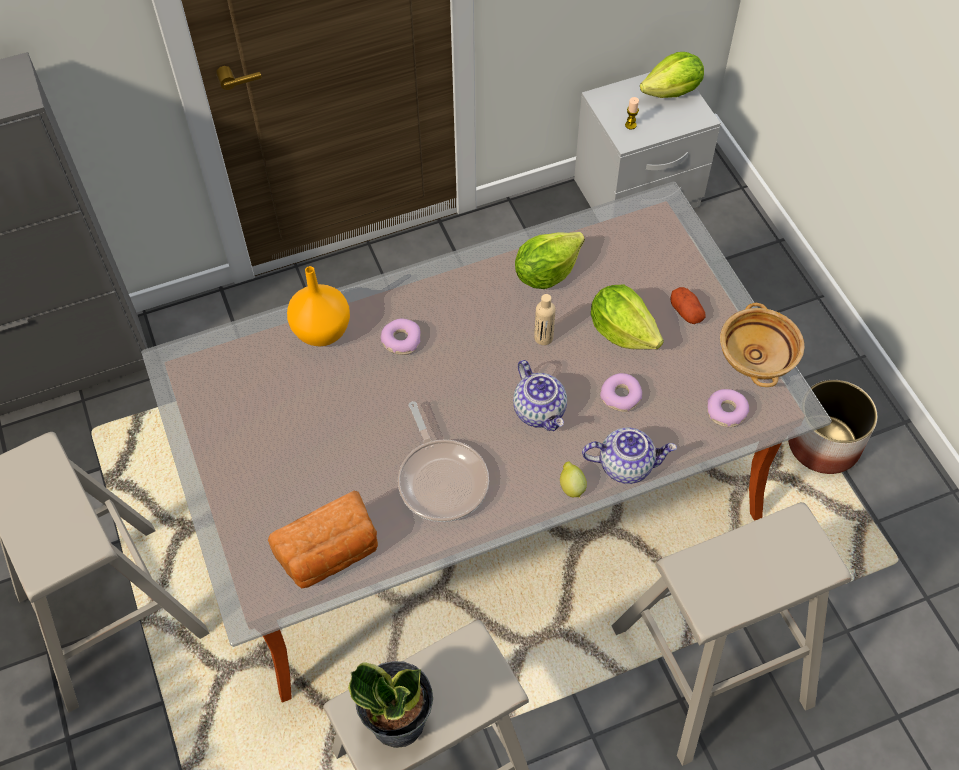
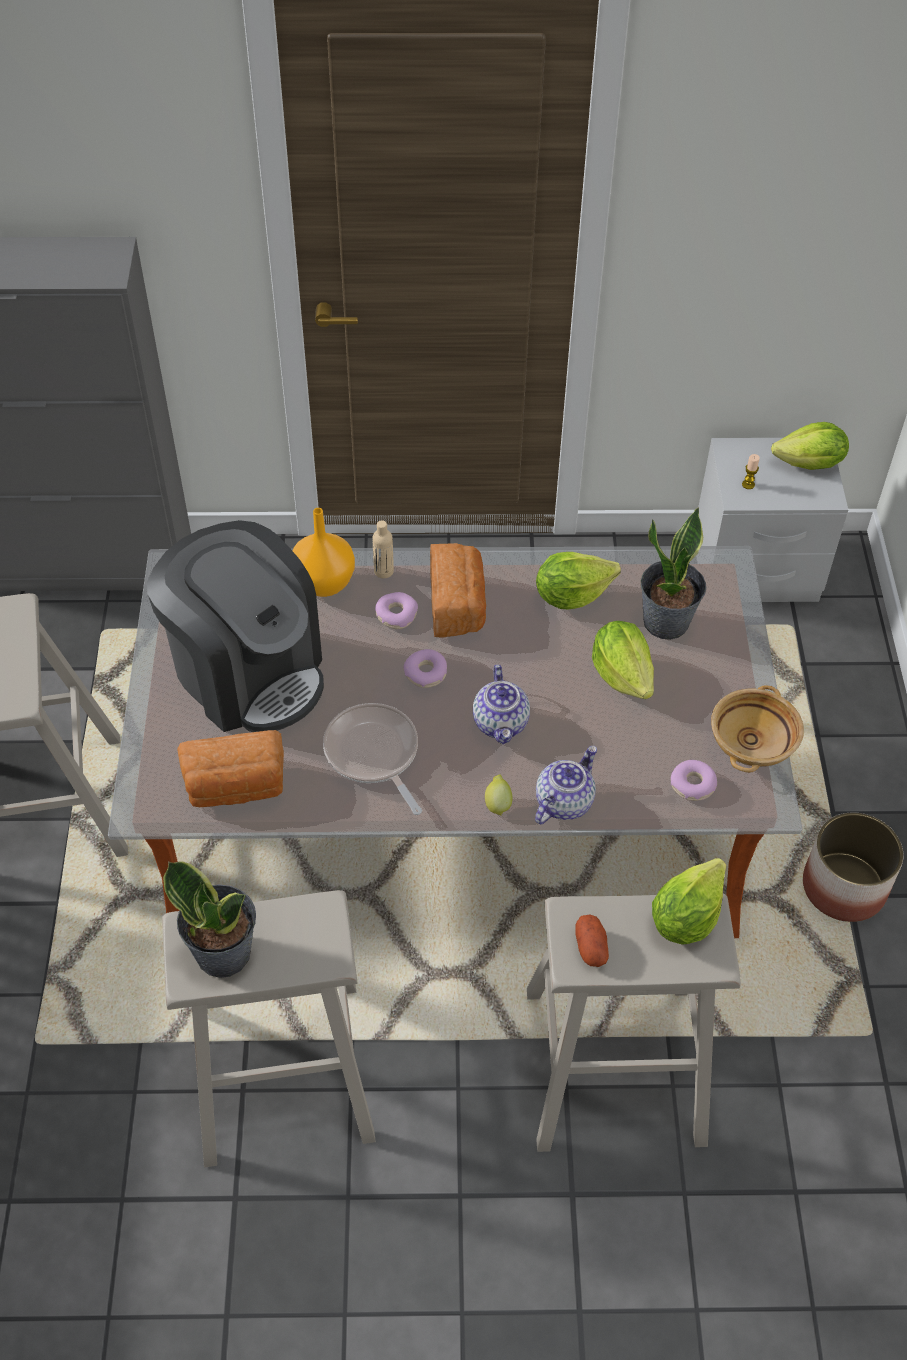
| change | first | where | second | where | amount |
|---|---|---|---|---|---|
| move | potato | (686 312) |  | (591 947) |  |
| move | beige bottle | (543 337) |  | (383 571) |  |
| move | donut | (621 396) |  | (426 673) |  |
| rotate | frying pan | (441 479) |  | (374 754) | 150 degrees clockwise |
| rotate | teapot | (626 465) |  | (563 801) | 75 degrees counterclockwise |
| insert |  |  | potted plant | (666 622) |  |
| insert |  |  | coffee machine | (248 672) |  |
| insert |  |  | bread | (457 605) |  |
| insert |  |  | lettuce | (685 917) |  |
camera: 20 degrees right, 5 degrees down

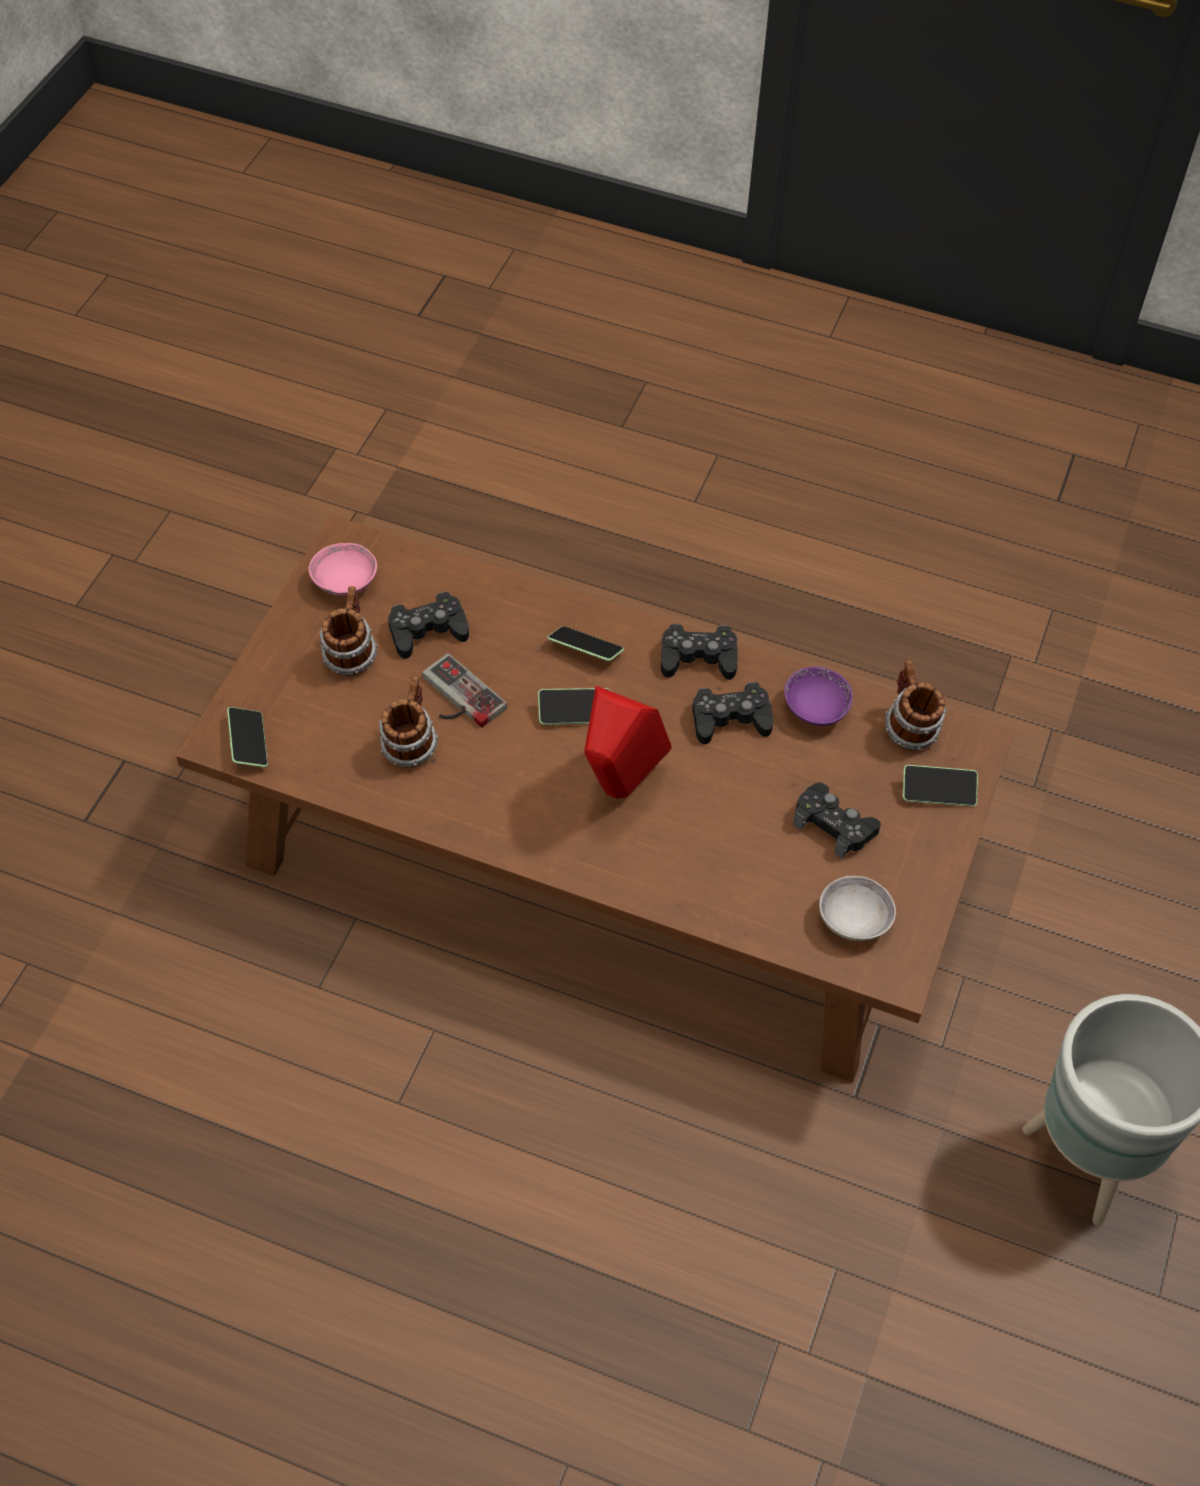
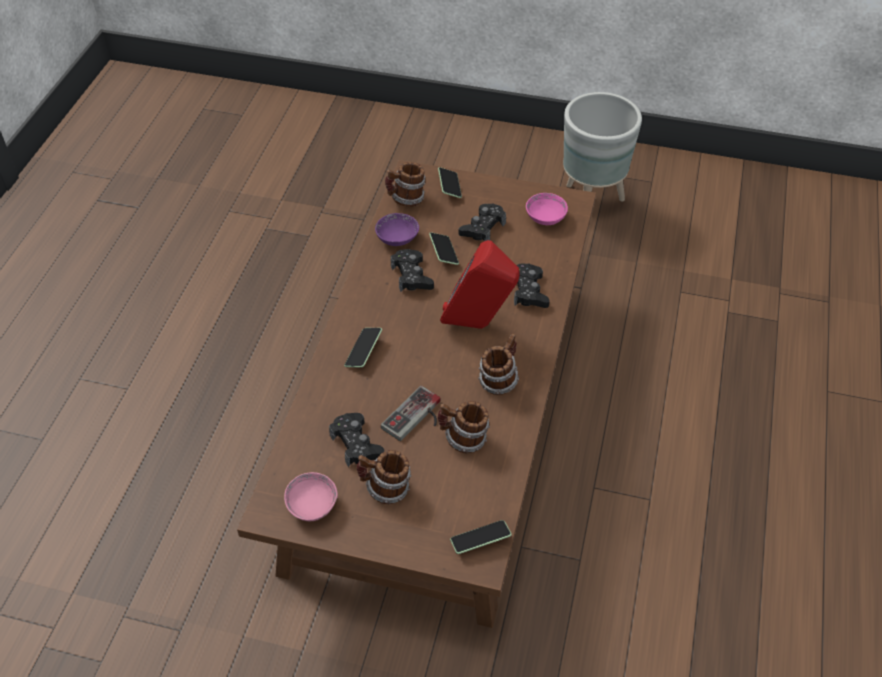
| change | first | where | second | where | amount |
|---|---|---|---|---|---|
| move | black game controller | (698 658) |  | (528 291) |  |
| move | phone | (575 713) |  | (443 253) |  |
| recolor | grey bowl | (854 921) | pink bowl | (545 218) |  |
| insert |  |  | mug | (499 380) |  |
camera: 95 degrees left, 5 degrees down

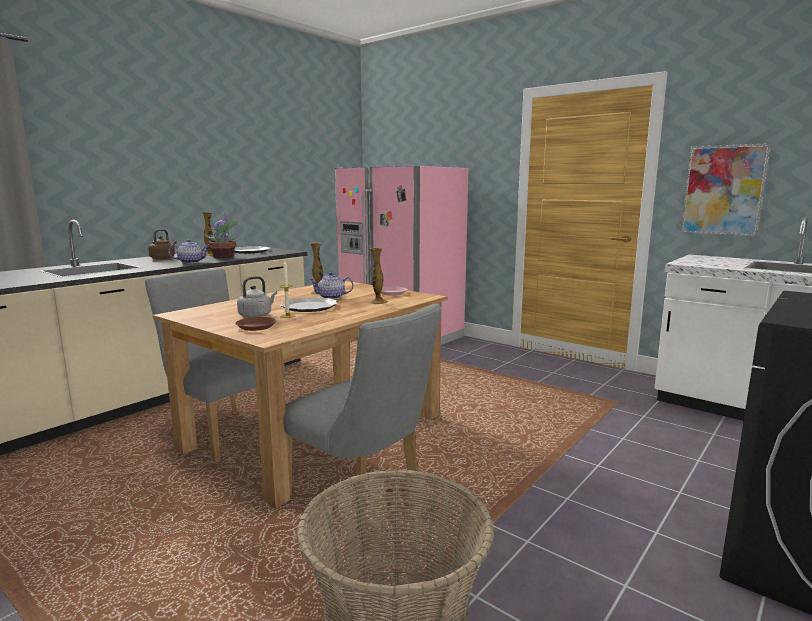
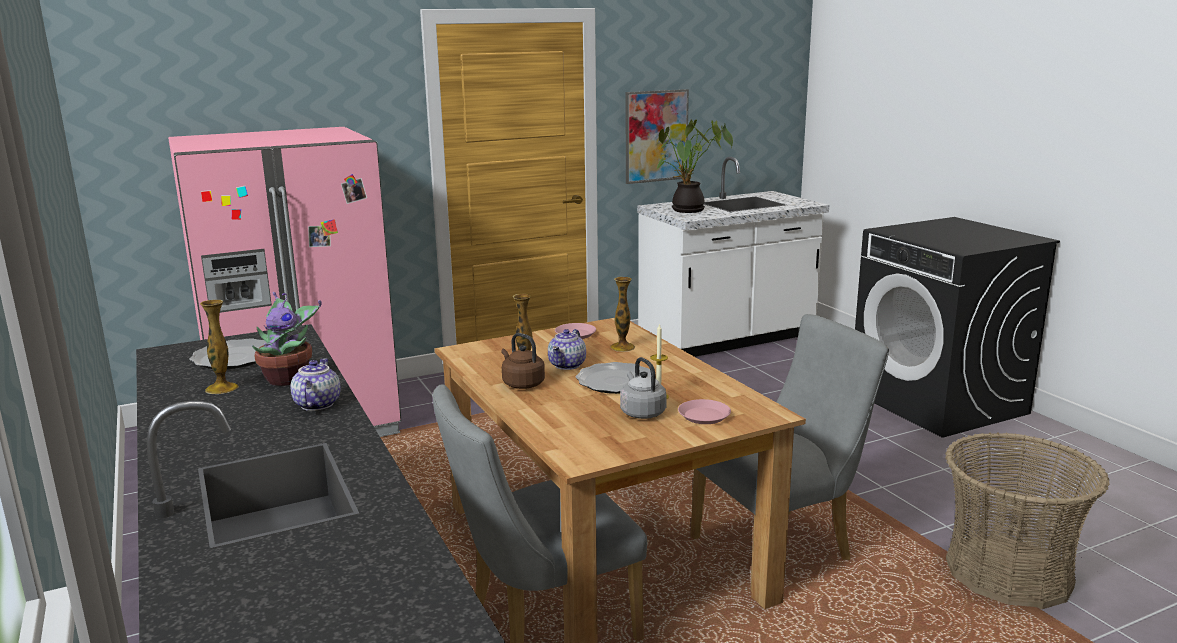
| change | first | where | second | where | amount |
|---|---|---|---|---|---|
| move | brown kettle | (163 258) |  | (521 383) |  |
| recolor | brown plate | (256 326) | pink plate | (704 416) |  |
| insert |  |  | potted plant | (688 211) |  |
camera: 65 degrees left, 5 degrees up

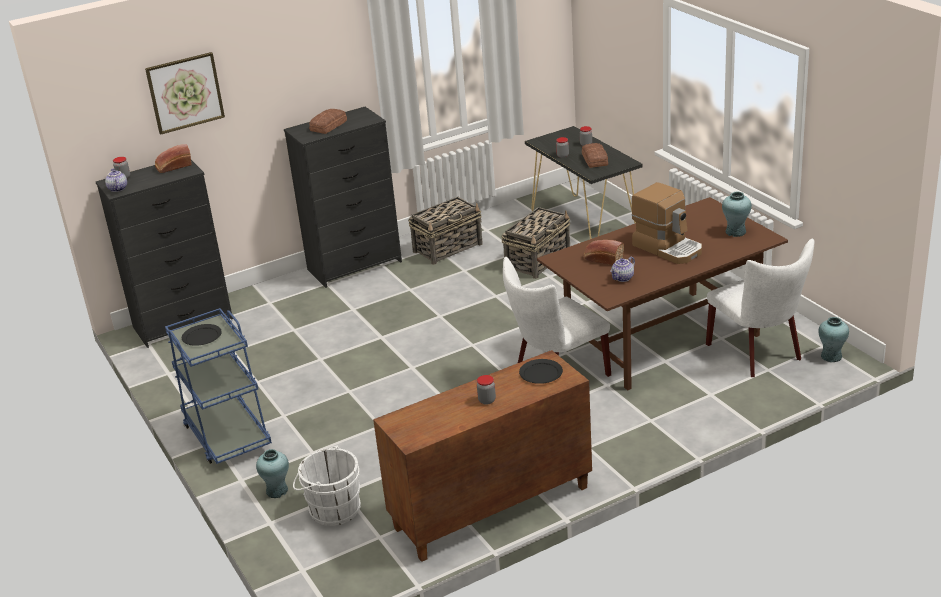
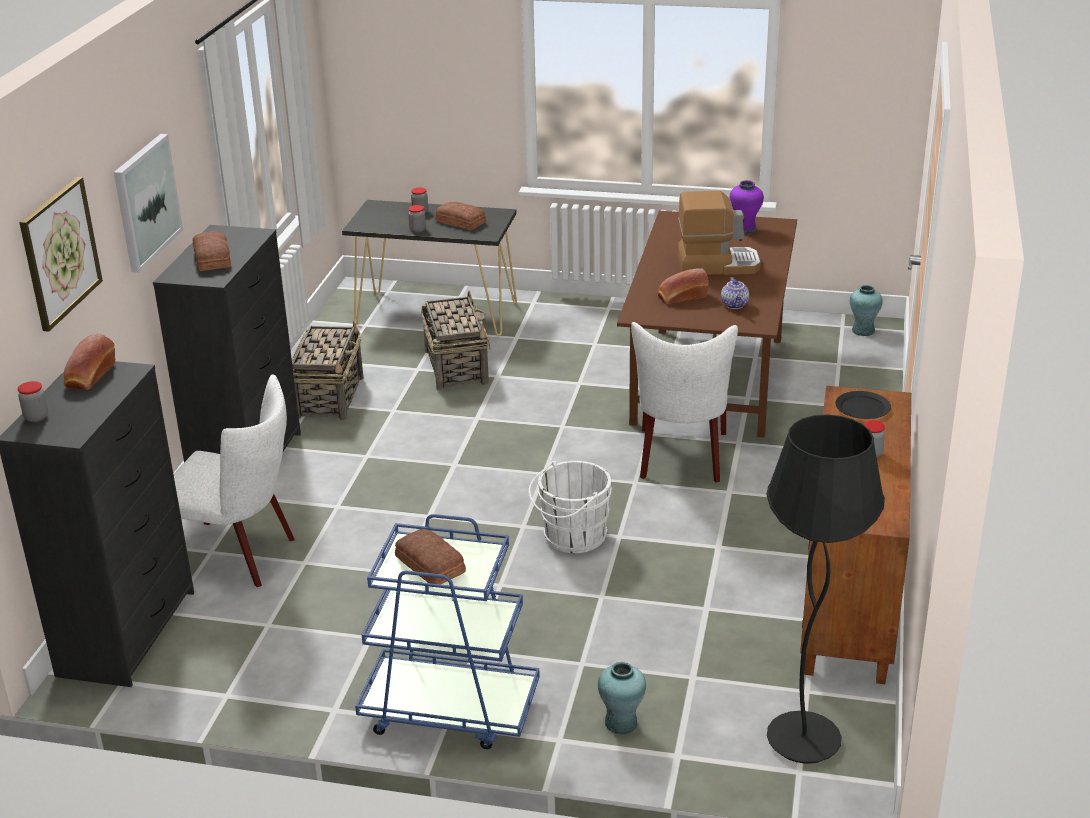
| change | first | where | second | where | amount |
|---|---|---|---|---|---|
| delete | teapot | (117 189) |  |  |  |
| recolor | turquoise vase | (736 232) | purple vase | (744 229) |  |
| move | white chair | (758 354) |  | (239 555) |  |
| replace | black plate | (201 337) | bread | (429 566) |  |
| move | white bucket | (331 509) |  | (571 537) |  |
| insert |  |  | picture | (146 202) |  |
| insert |  |  | black floor lamp | (804 741) |  |
camera: 50 degrees left, 0 degrees up

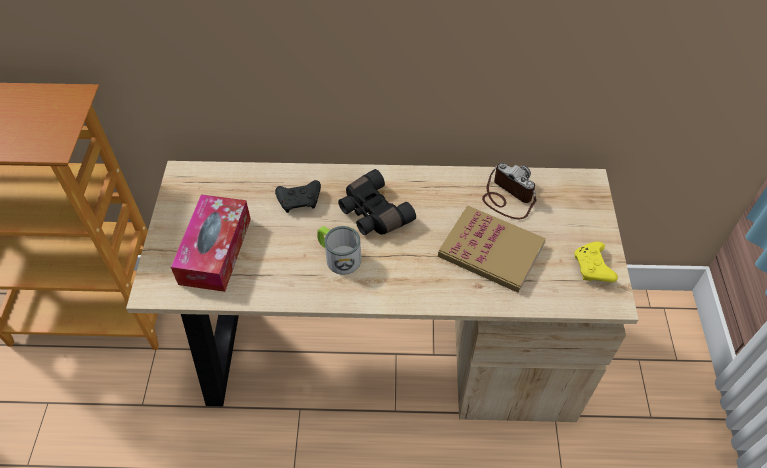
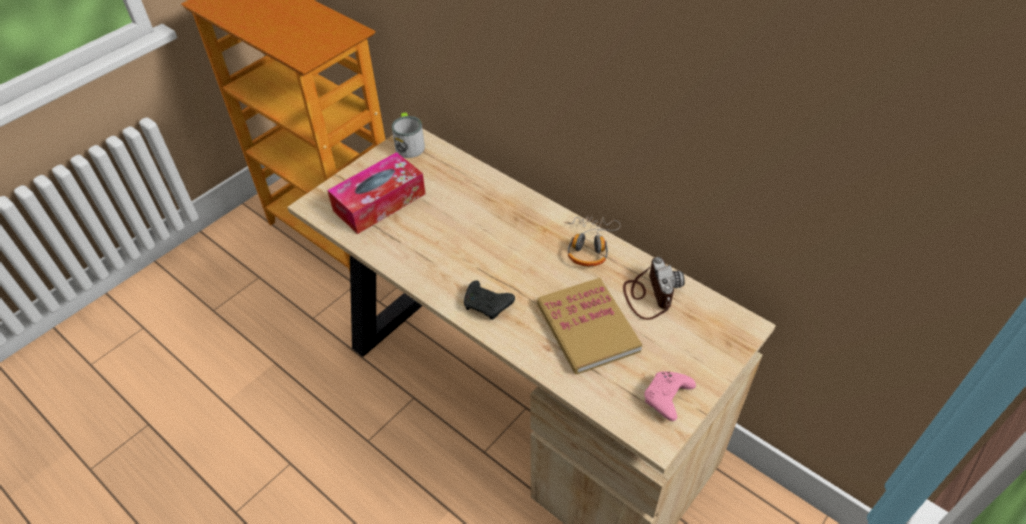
| change | first | where | second | where | amount |
|---|---|---|---|---|---|
| delete | black binoculars | (372 213) |  |  |  |
| move | black game controller | (300 200) |  | (488 305) |  |
| move | mug | (338 256) |  | (409 144) |  |
| recolor | yellow game controller | (593 268) | pink game controller | (667 399) |  |
| insert |  |  | headphones | (589 246) |  |
camera: 40 degrees right, 5 degrees down

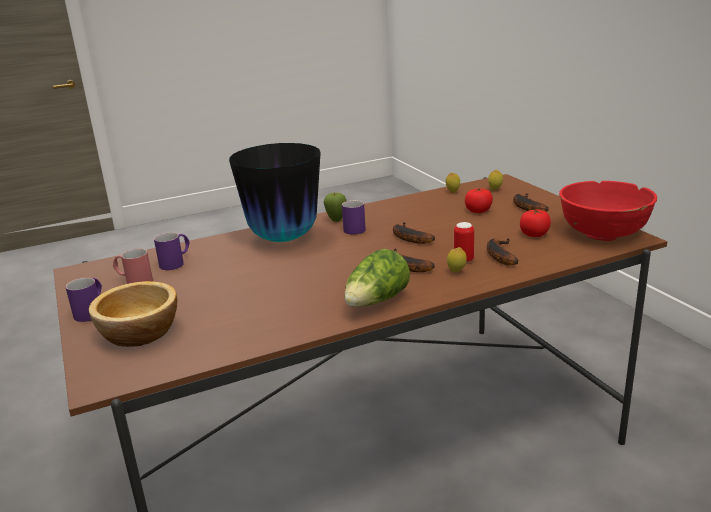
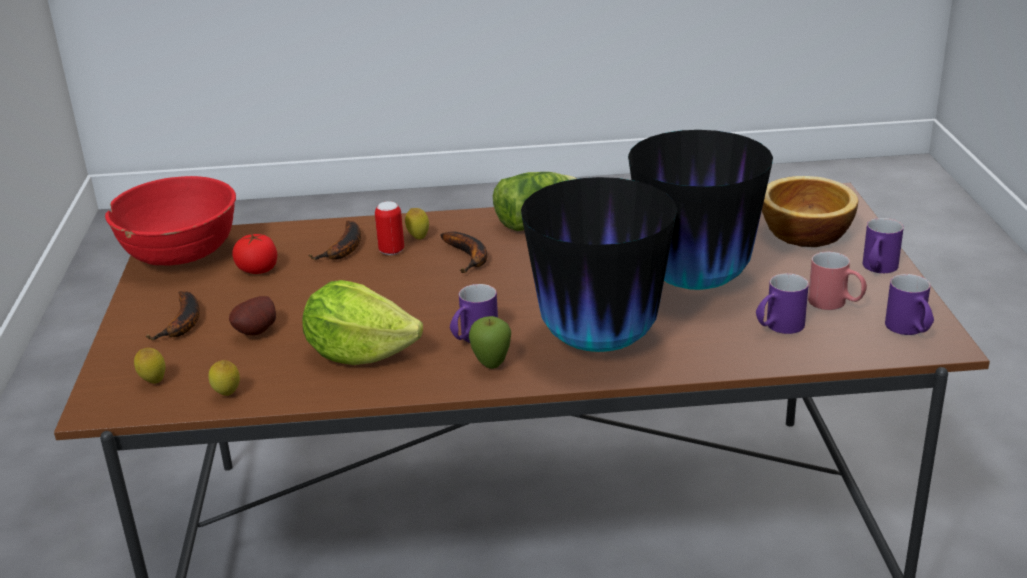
| change | first | where | second | where | amount |
|---|---|---|---|---|---|
| replace | tomato | (478 211) | potato | (258 332) |  |
| delete | banana | (408 238) |  |  |  |
| insert |  |  | vase | (694 282) |  |
| insert |  |  | purple mug | (910 330) |  |
| insert |  |  | lettuce | (359 354) |  |
camera: 160 degrees left, 5 degrees up

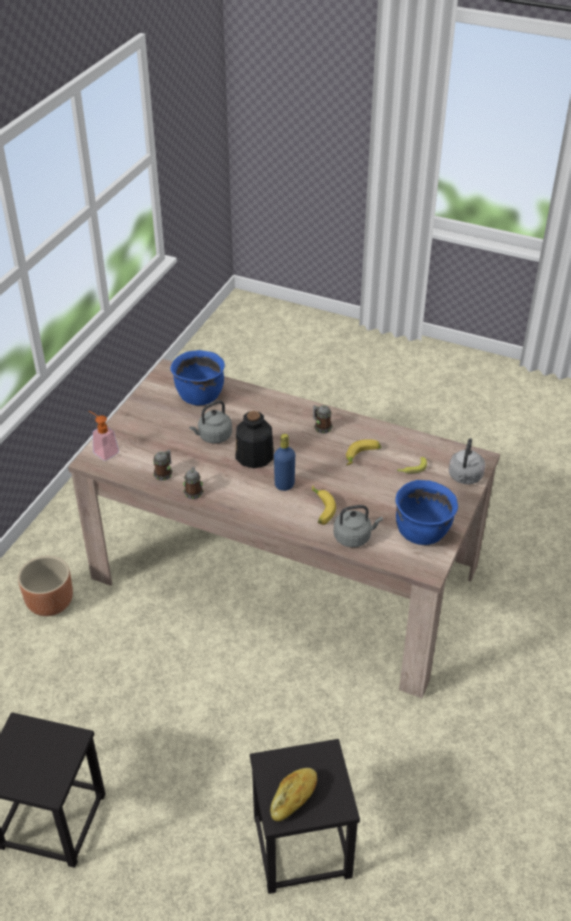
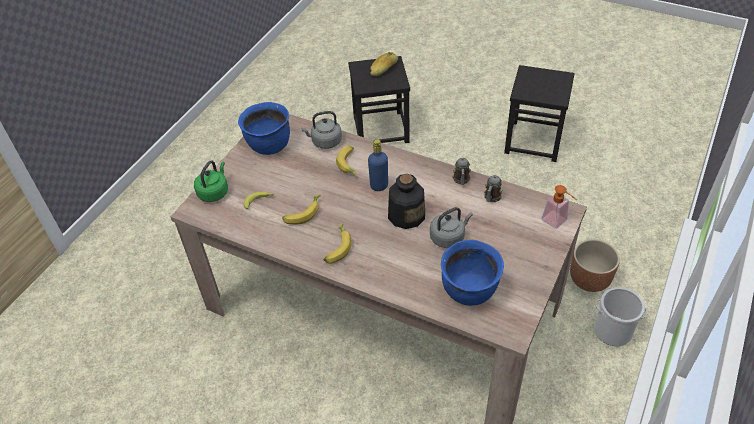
| change | first | where | second | where | amount |
|---|---|---|---|---|---|
| replace | mug | (321 427) | banana | (337 248) |  |
| recolor | grey kettle | (464 477) | green kettle | (214 192) |  |
| insert |  |  | bucket | (612 331) |  |
camera: 175 degrees left, 5 degrees up

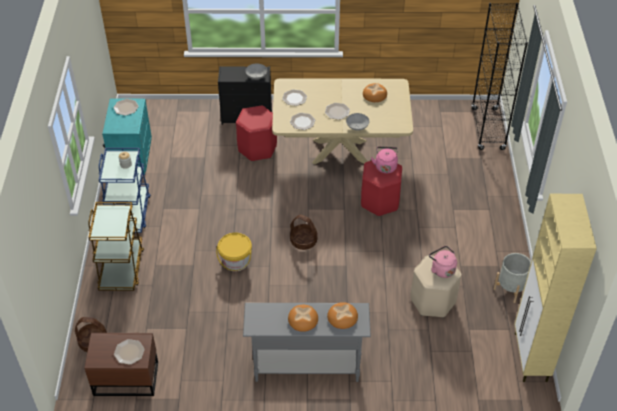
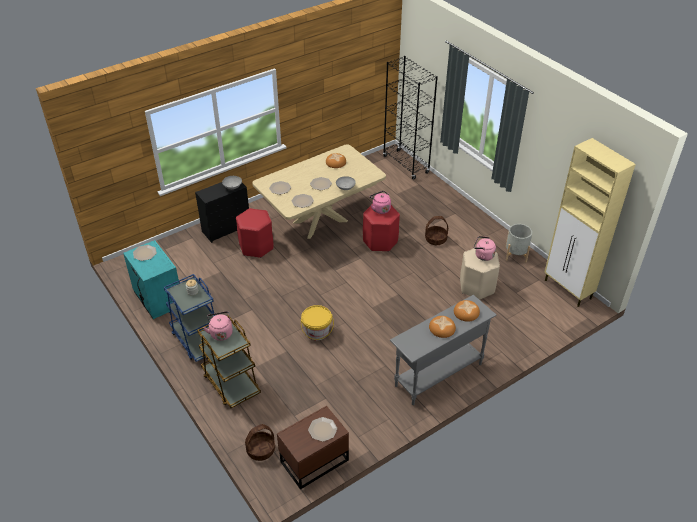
| change | first | where | second | where | amount |
|---|---|---|---|---|---|
| move | basket | (303 241) |  | (435 239) |  |
| insert |  |  | pink kettle | (221 332) |  |
camera: 35 degrees left, 5 degrees down

